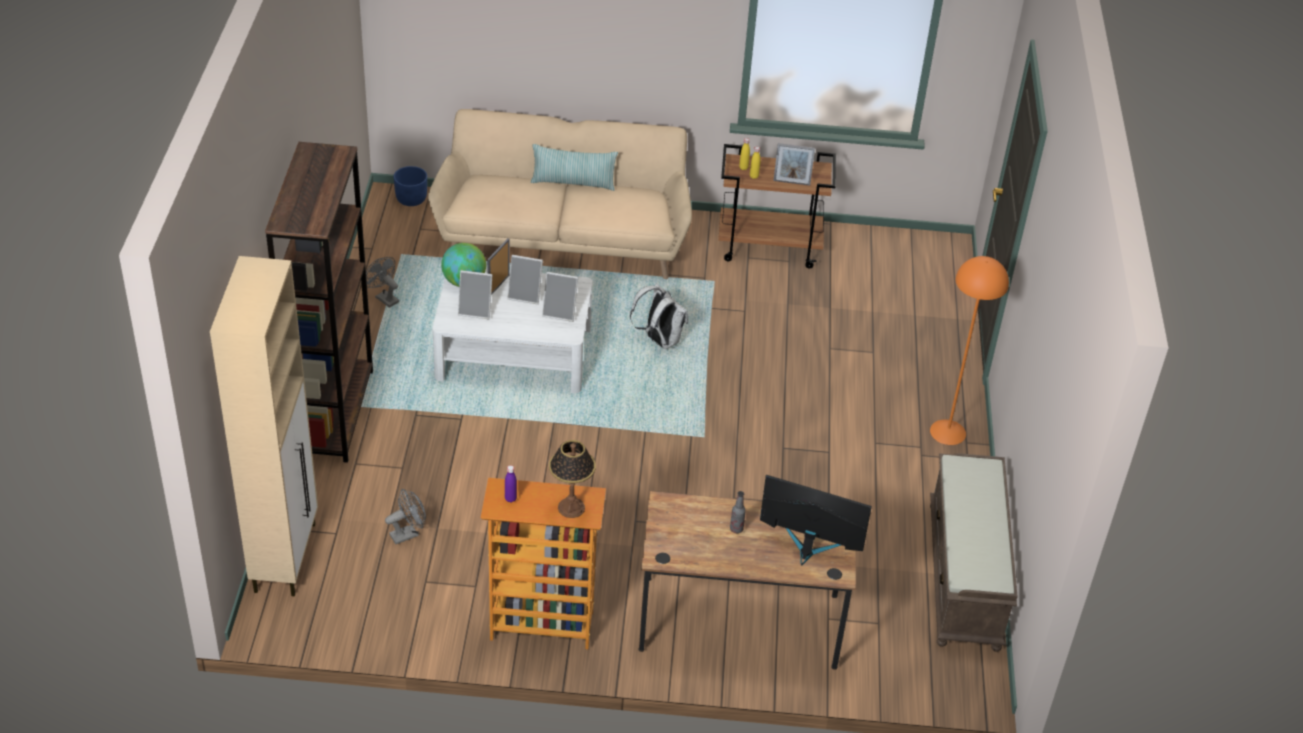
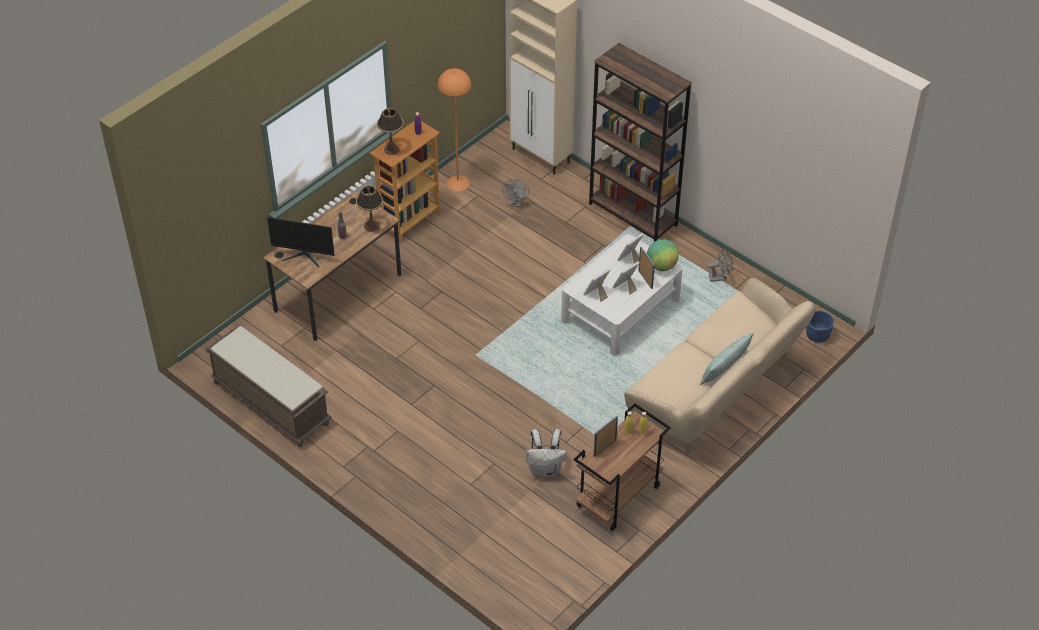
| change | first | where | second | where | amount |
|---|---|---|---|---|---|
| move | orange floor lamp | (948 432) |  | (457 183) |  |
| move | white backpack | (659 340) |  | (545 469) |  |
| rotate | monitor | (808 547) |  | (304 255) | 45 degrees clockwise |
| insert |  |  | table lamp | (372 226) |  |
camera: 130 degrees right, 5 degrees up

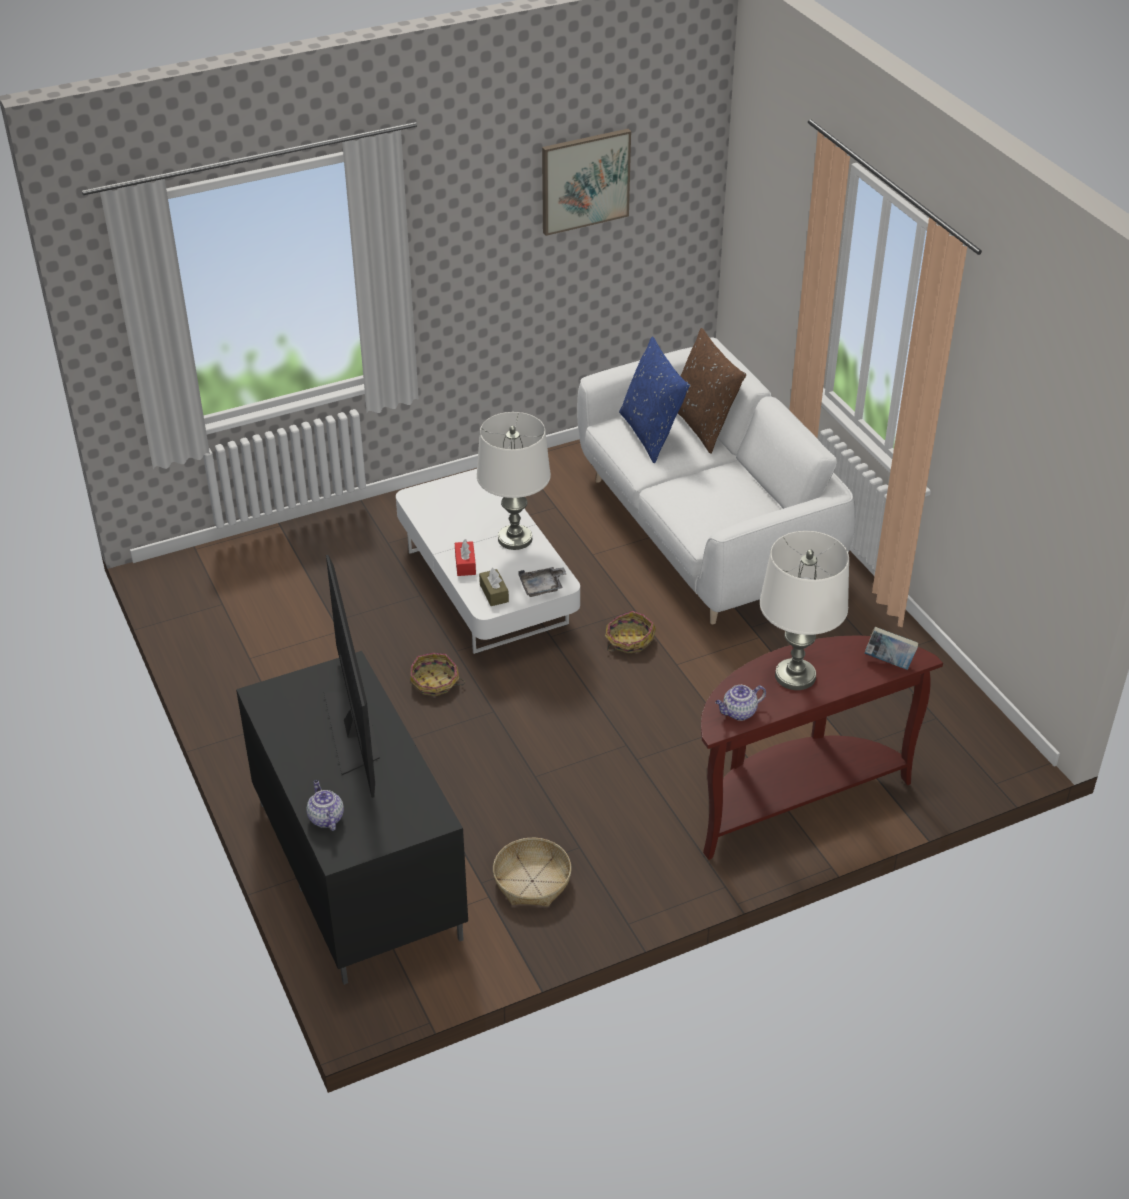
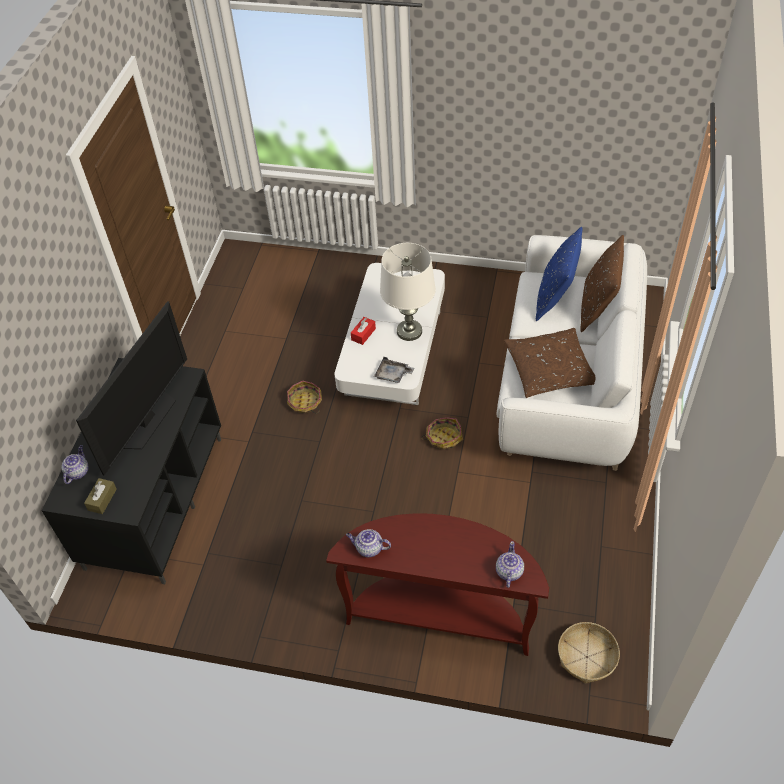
| change | first | where | second | where | amount |
|---|---|---|---|---|---|
| delete | picture | (585 181) |  |  |  |
| delete | white table lamp | (795 676) |  |  |  |
| move | brown tissue box | (494 593) |  | (102 499) |  |
| replace | book | (889 662) | teapot | (509 572) |  |
| move | basket | (532 881) |  | (586 656) |  |
| insert |  |  | brown pillow | (549 369) |  |
camera: 40 degrees right, 10 degrees up

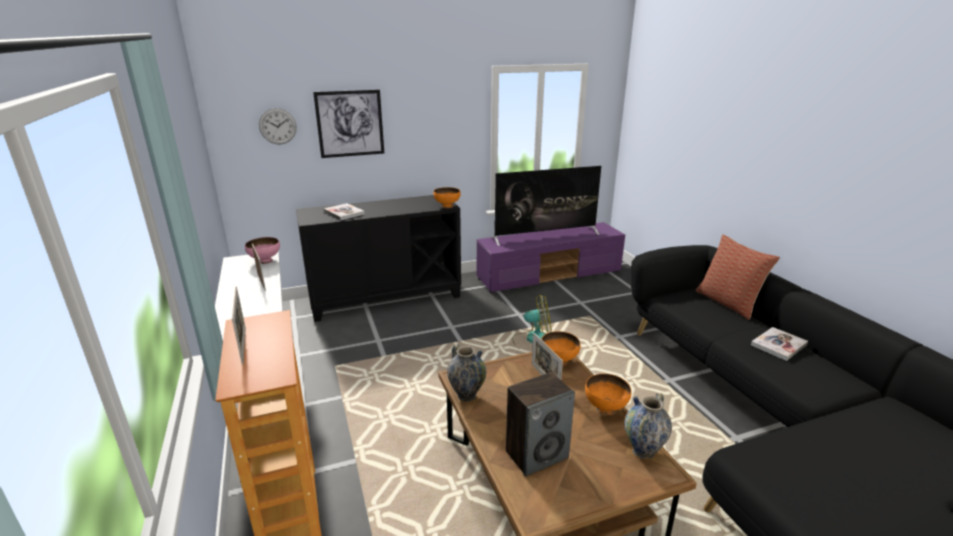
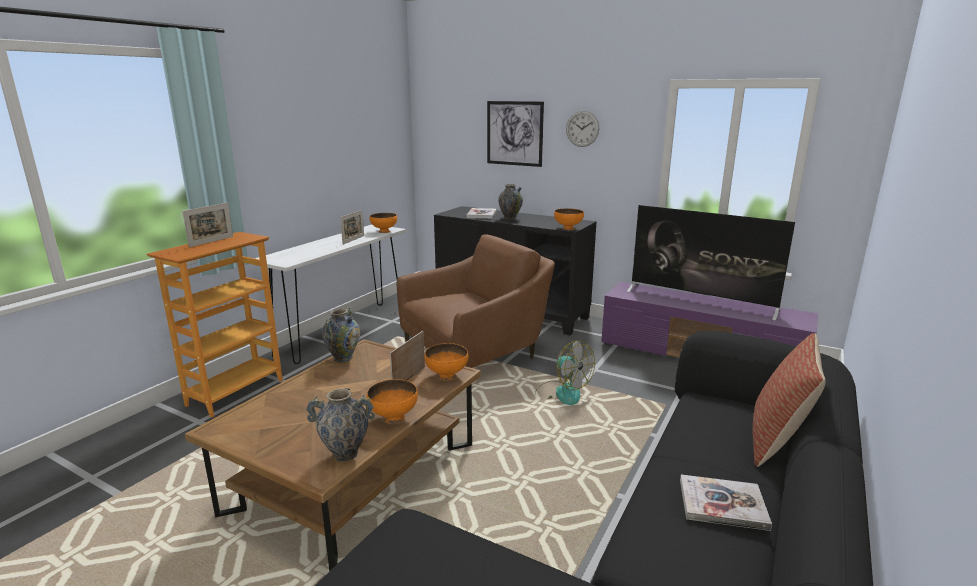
| change | first | where | second | where | amount |
|---|---|---|---|---|---|
| move | wall clock | (277 126) |  | (582 128) |  |
| recolor | pink bowl | (265 261) | orange bowl | (384 231) |  |
| delete | speaker | (537 454) |  |  |  |
| insert |  |  | vase | (510 218) |  |
| insert |  |  | brown armchair | (476 353) |  |
camera: 50 degrees right, 5 degrees down

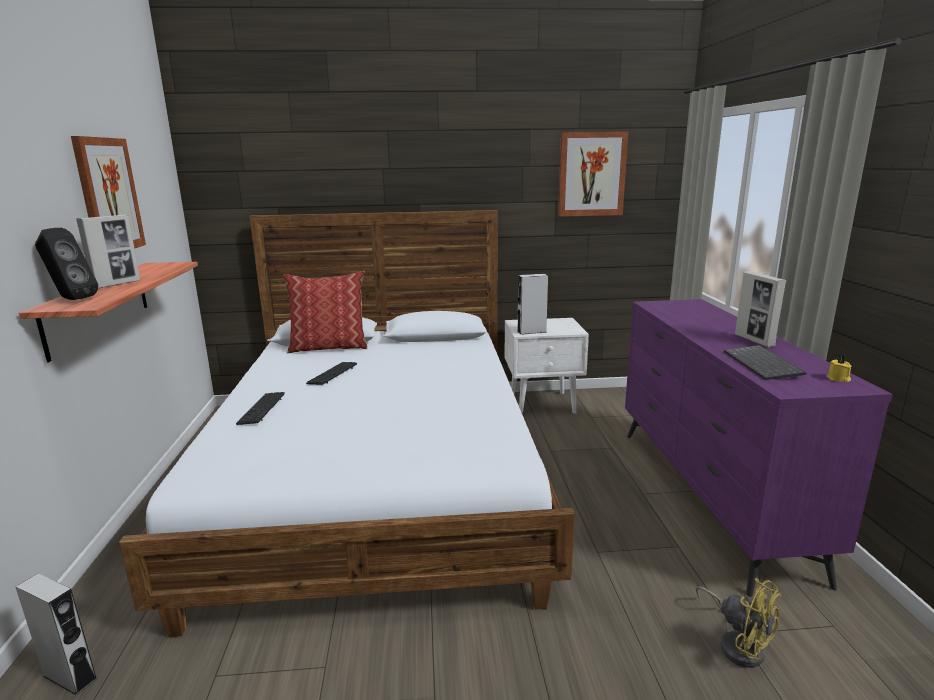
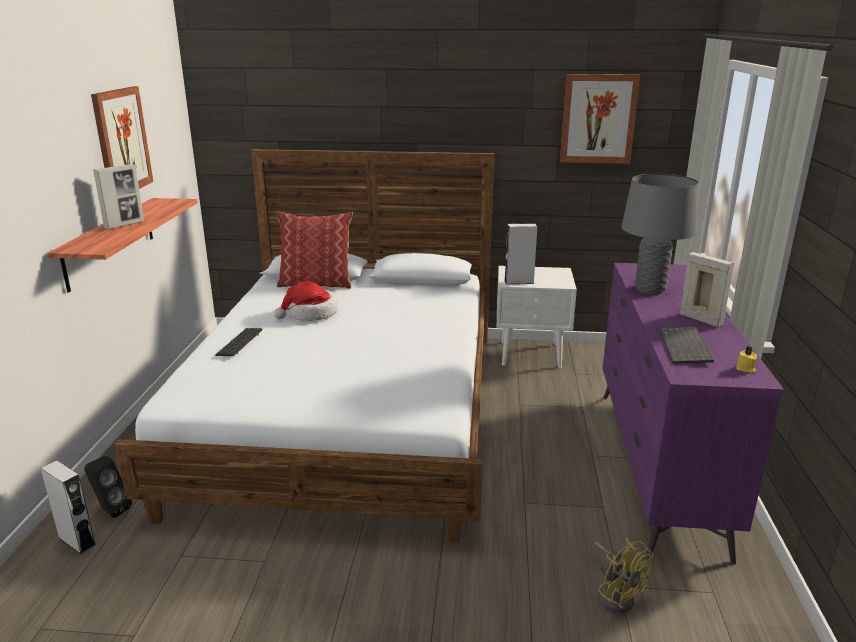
| change | first | where | second | where | amount |
|---|---|---|---|---|---|
| move | black speaker | (71 299) |  | (110 510) |  |
| rotate | picture frame | (754 340) |  | (700 320) | 150 degrees clockwise |
| replace | keyboard | (333 374) | hat | (310 313) |  |
| insert |  |  | grey table lamp | (650 289) |  |
camera: 10 degrees right, 5 degrees up

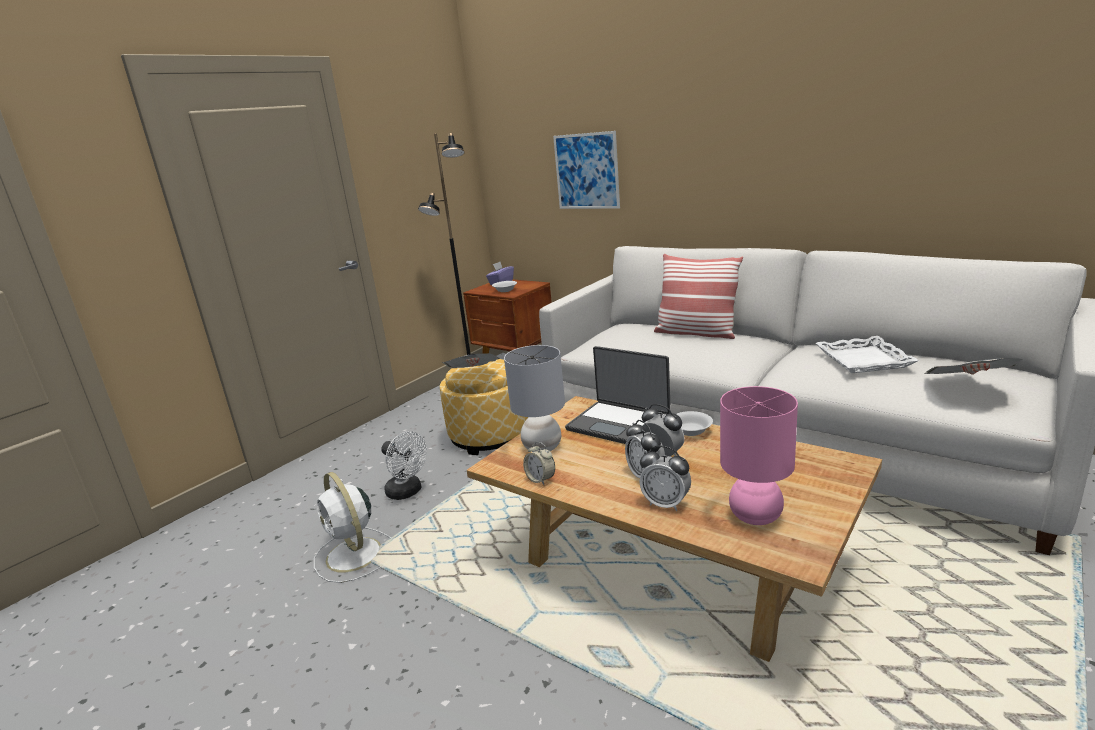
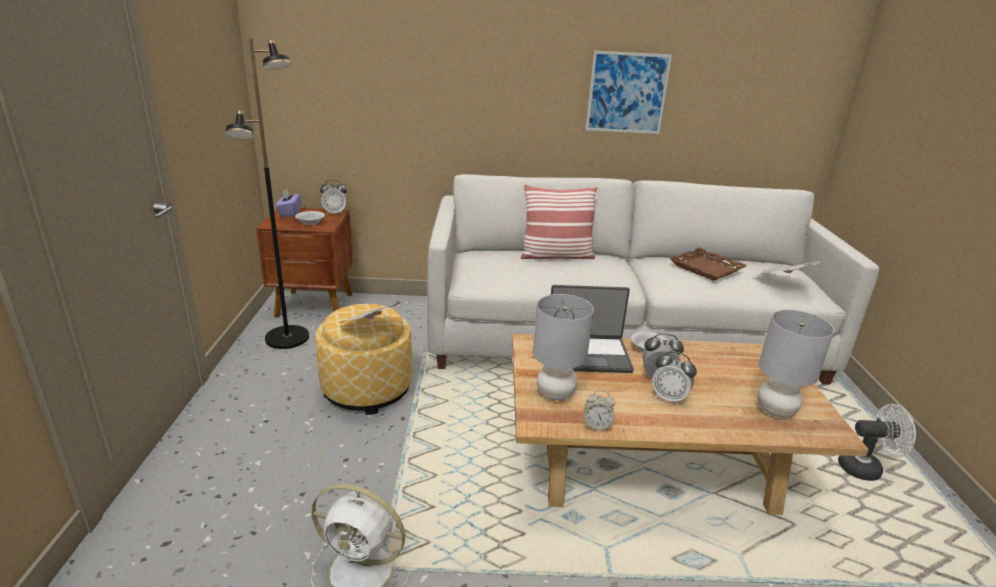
| change | first | where | second | where | amount |
|---|---|---|---|---|---|
| move | picture | (586 171) |  | (627 93) |  |
| recolor | white tray | (864 360) | brown tray | (706 268) |  |
| recolor | pink table lamp | (755 516) | grey table lamp | (775 409) |  |
| move | white fan | (408 492) |  | (865 468) |  |
| move | alarm clock | (666 504) |  | (335 213) |  |
camera: 40 degrees left, 5 degrees up

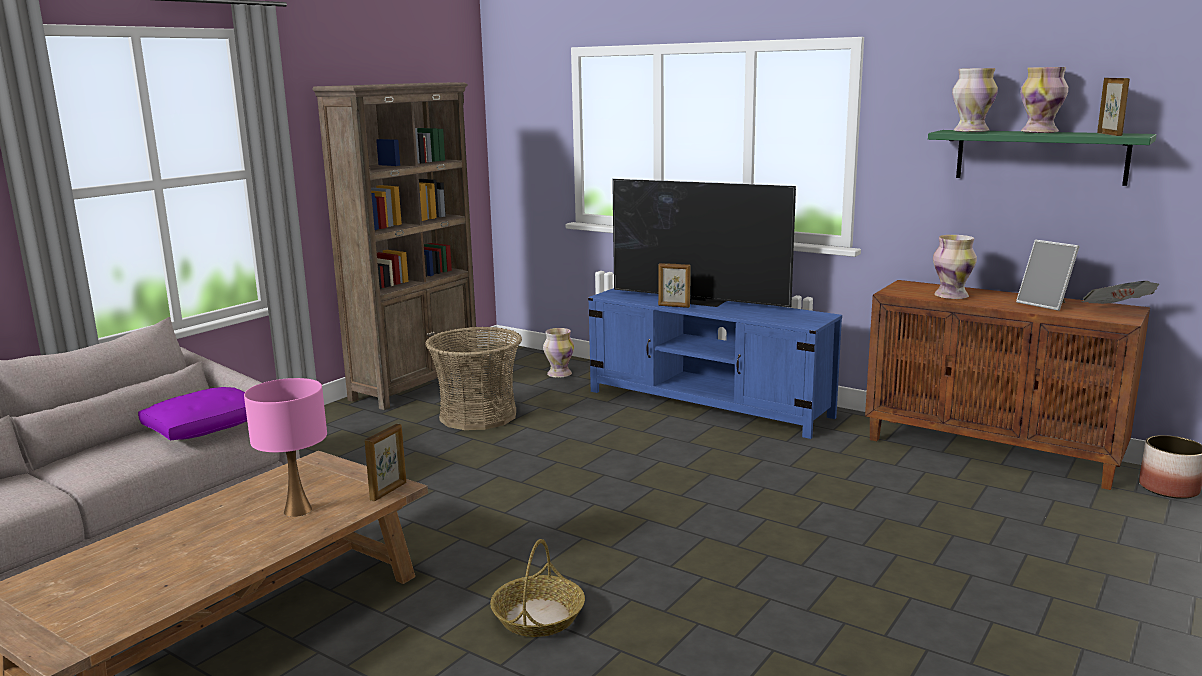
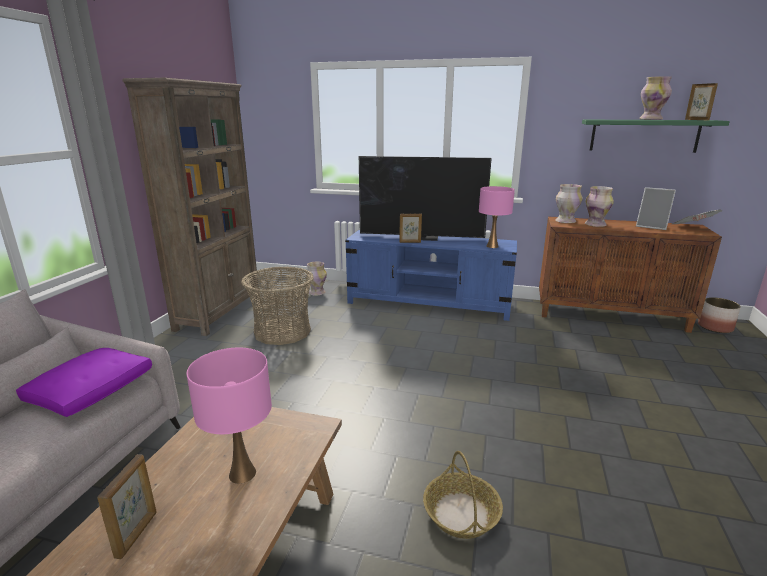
| change | first | where | second | where | amount |
|---|---|---|---|---|---|
| move | vase | (970 131) |  | (565 221) |  |
| move | picture frame | (389 491) |  | (137 534) |  |
| insert |  |  | pink table lamp | (492 246) |  |
camera: 20 degrees left, 5 degrees up

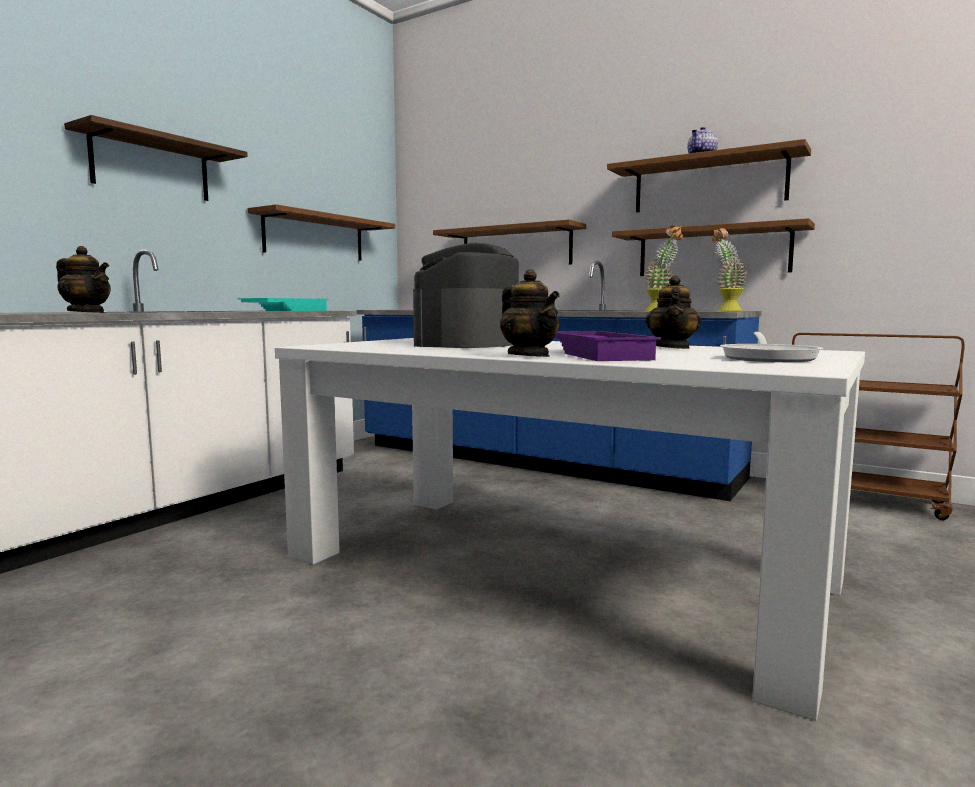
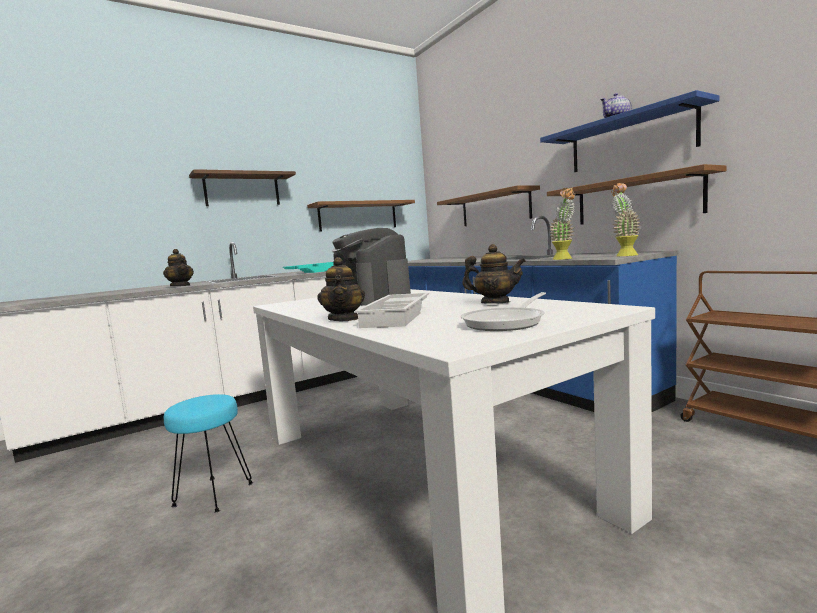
| change | first | where | second | where | amount |
|---|---|---|---|---|---|
| recolor | brown shelf | (708 184) | blue shelf | (630 140) |  |
| rotate | coffee machine | (468 344) |  | (372 299) | 75 degrees counterclockwise |
| rotate | teapot | (672 347) |  | (495 303) | 105 degrees counterclockwise |
| recolor | purple tray | (599 354) | white tray | (398 316) |  |
| insert |  |  | turquoise stool | (213 494) |  |
camera: 25 degrees right, 0 degrees up

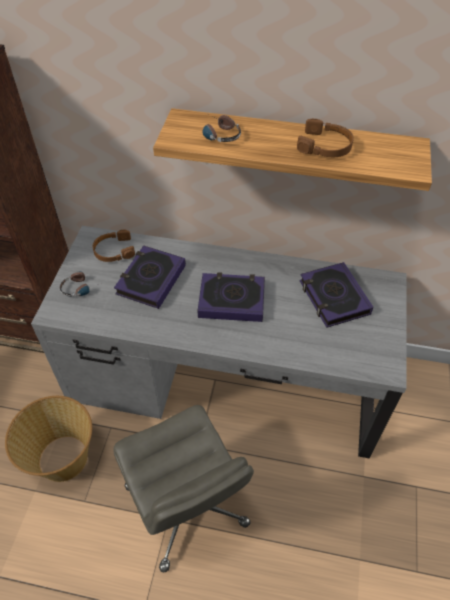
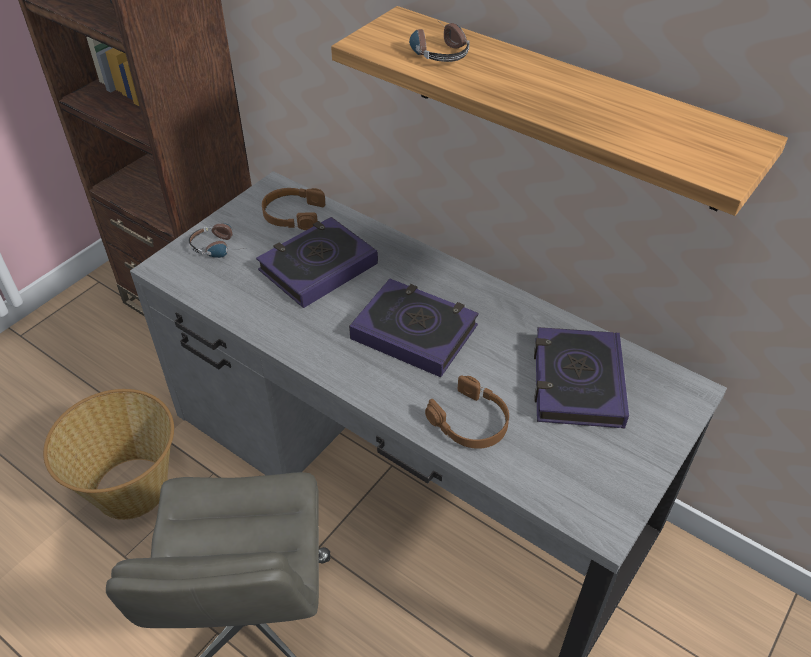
| change | first | where | second | where | amount |
|---|---|---|---|---|---|
| move | brown headphones | (325 146) |  | (470 422) |  |
camera: 25 degrees right, 5 degrees down

